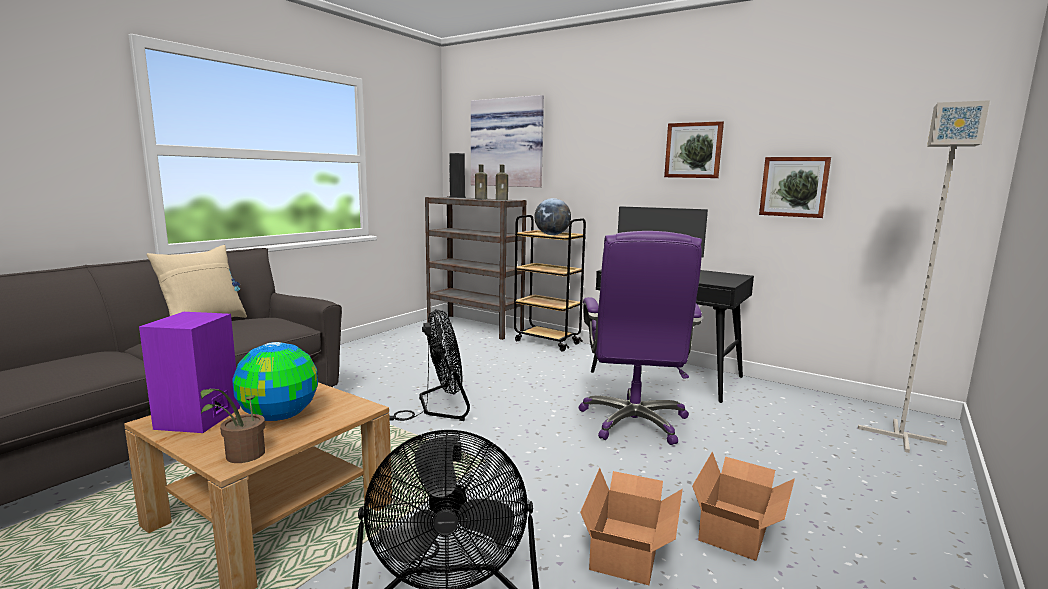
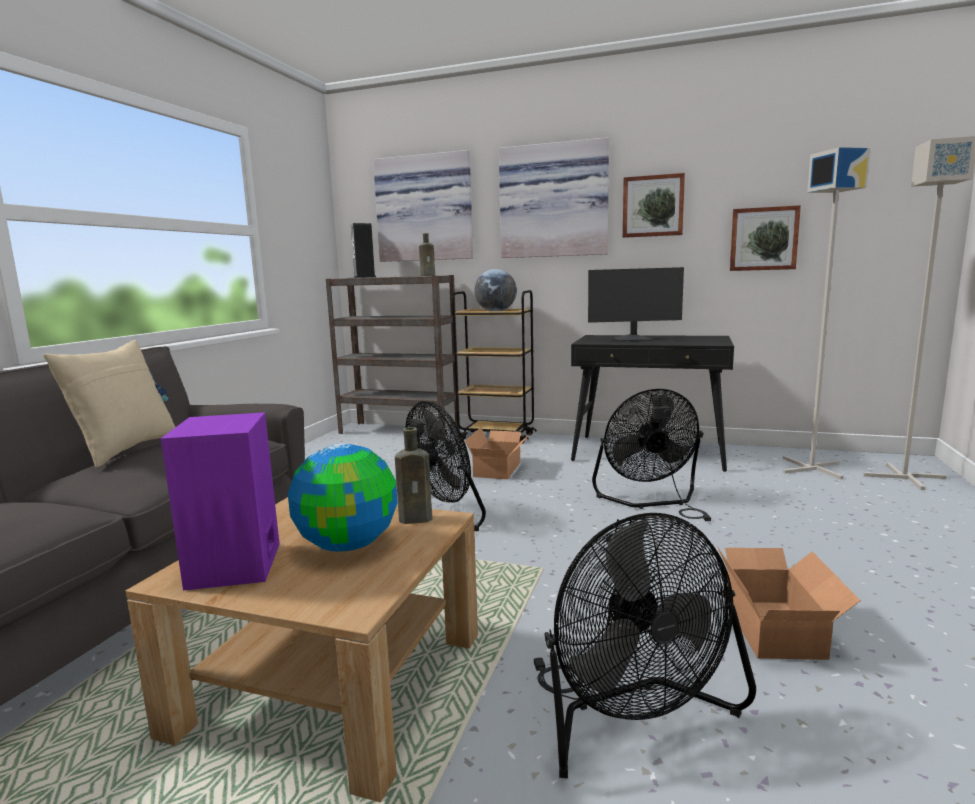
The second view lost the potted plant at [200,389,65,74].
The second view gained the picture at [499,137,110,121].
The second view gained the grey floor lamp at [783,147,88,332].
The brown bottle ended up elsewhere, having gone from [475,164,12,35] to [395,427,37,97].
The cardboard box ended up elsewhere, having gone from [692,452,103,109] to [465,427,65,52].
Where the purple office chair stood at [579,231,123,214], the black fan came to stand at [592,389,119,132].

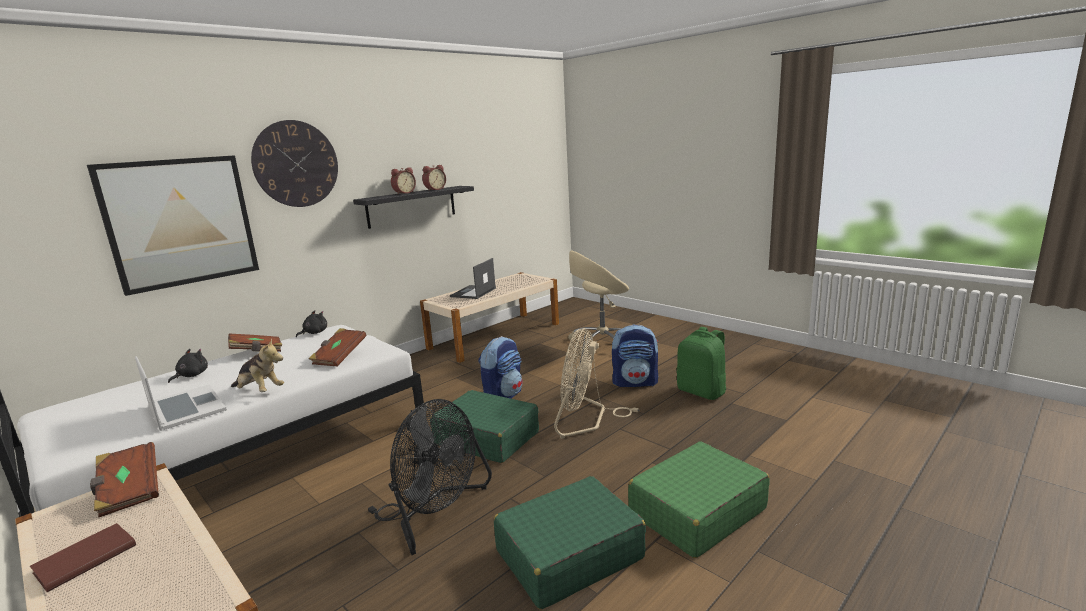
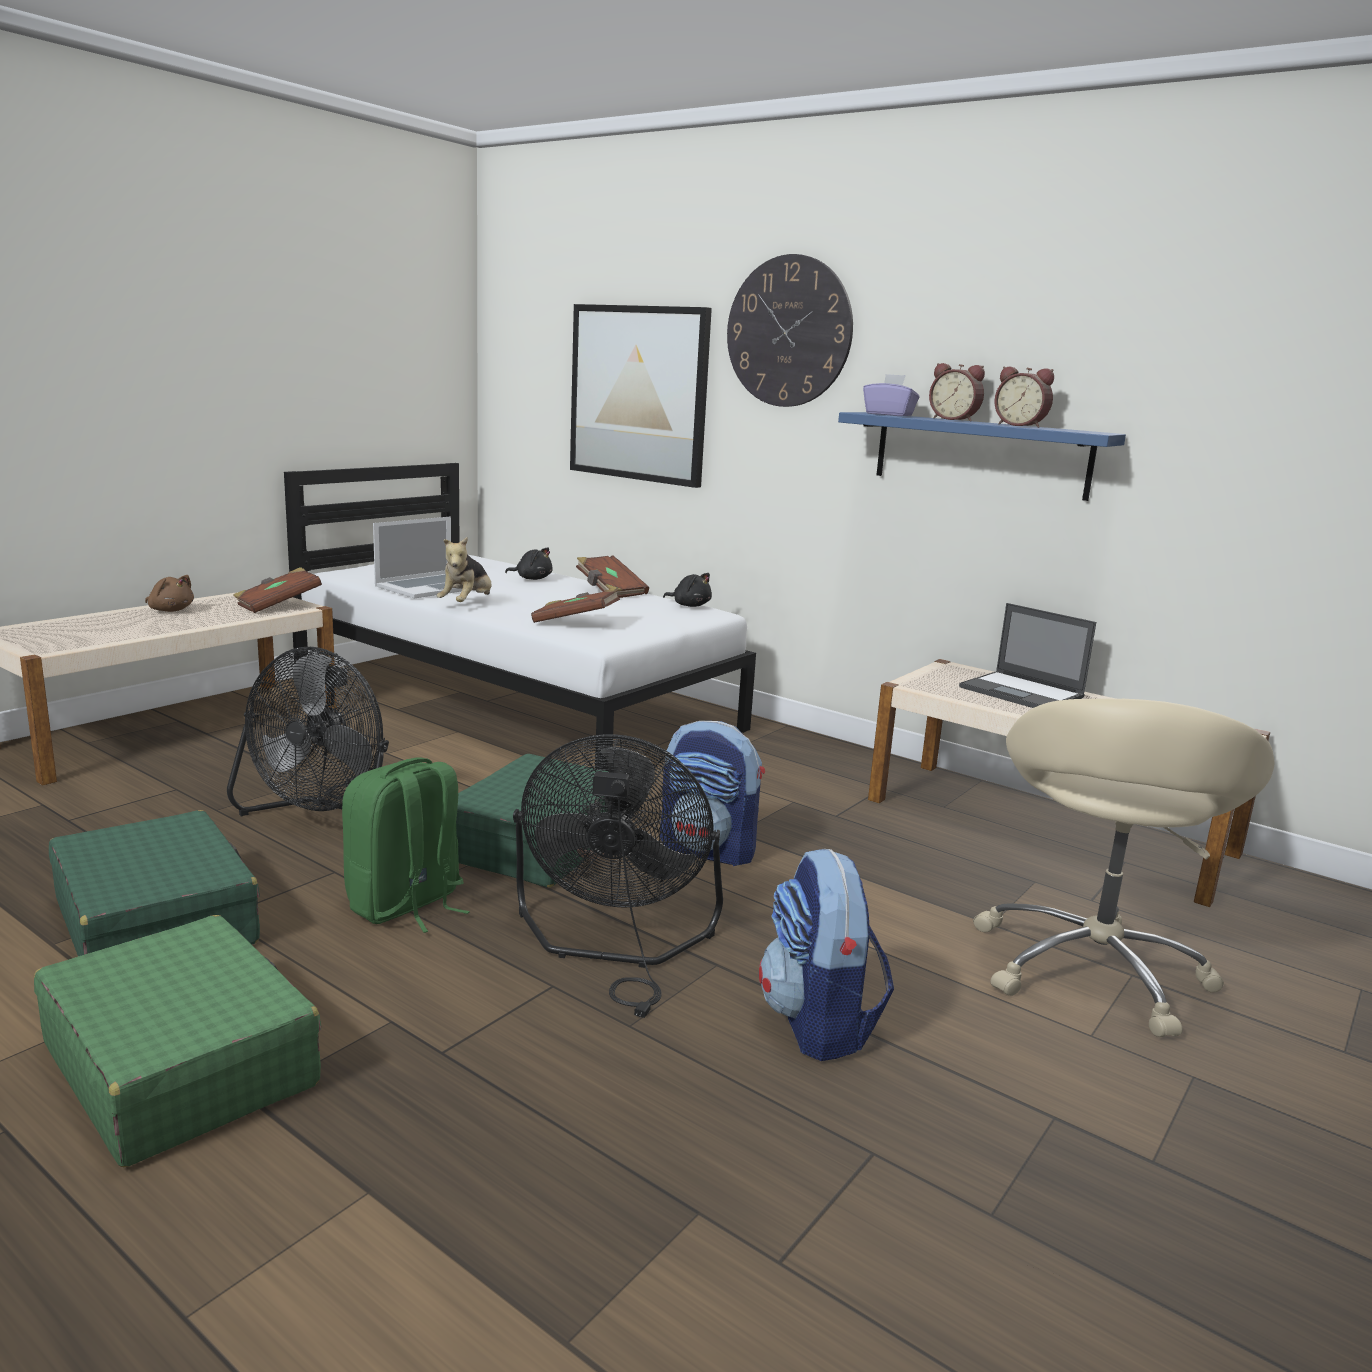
The second view gained the purple tissue box at [863,374,57,42].
The green backpack ended up elsewhere, having gone from [676,327,50,73] to [342,758,128,175].
Where the brown book stood at [30,523,106,69], the brown plush toy came to stand at [145,575,49,37].
What was the black shelf at [353,186,121,43] turned into the blue shelf at [838,412,288,89].
What was the beige fan at [554,328,86,111] turned into the black fan at [513,734,210,284].
The laptop at [450,258,46,41] ended up facing another way, 150 degrees counterclockwise from before.
The beige office chair at [568,251,61,103] ended up facing another way, 135 degrees counterclockwise from before.

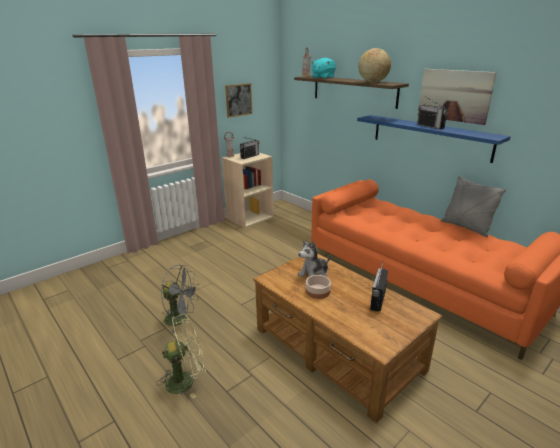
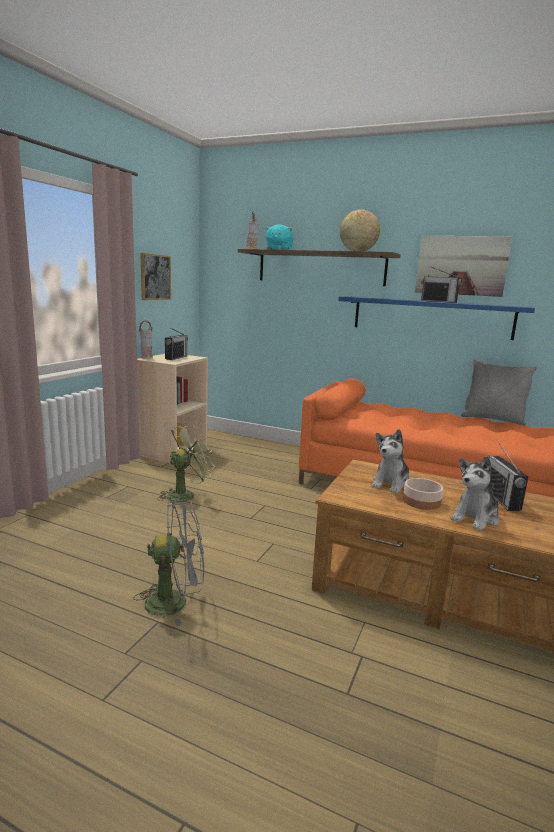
The second view gained the plush toy at [451,456,48,75].
The green fan ended up elsewhere, having gone from [156,314,50,85] to [157,424,58,78].

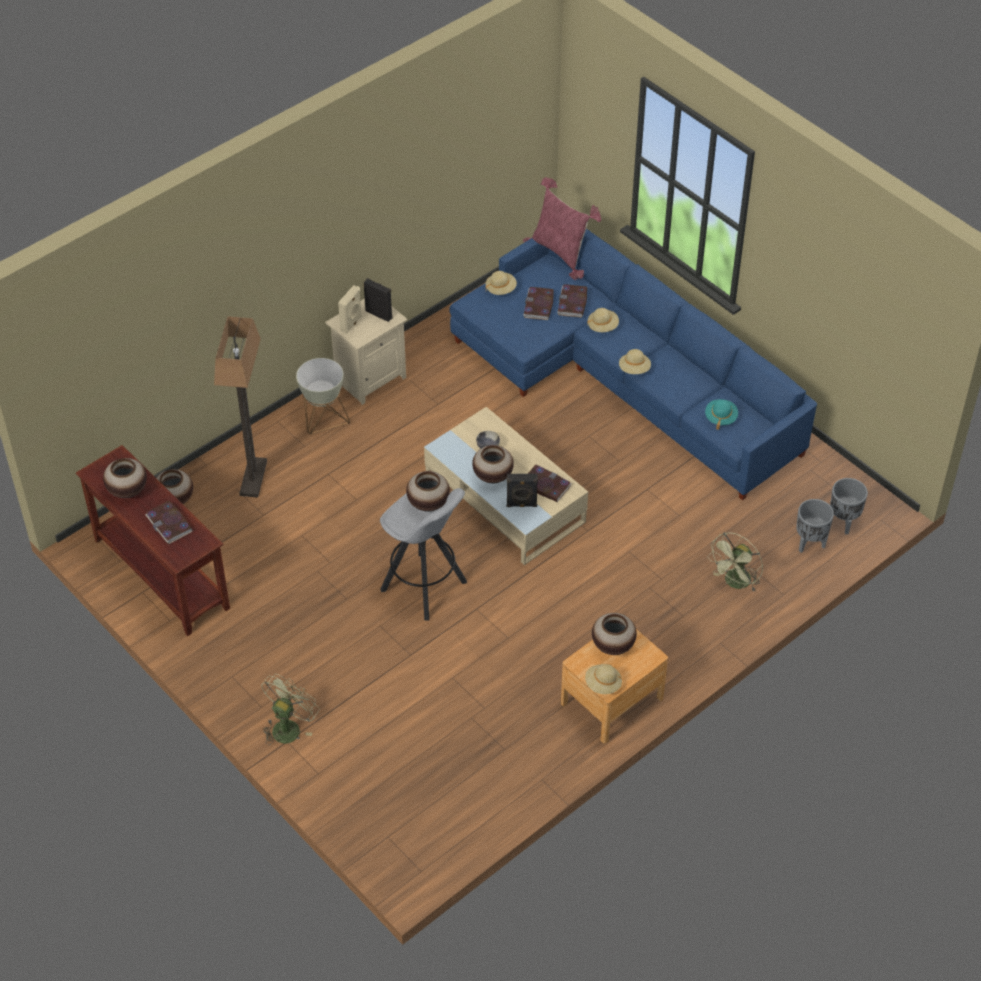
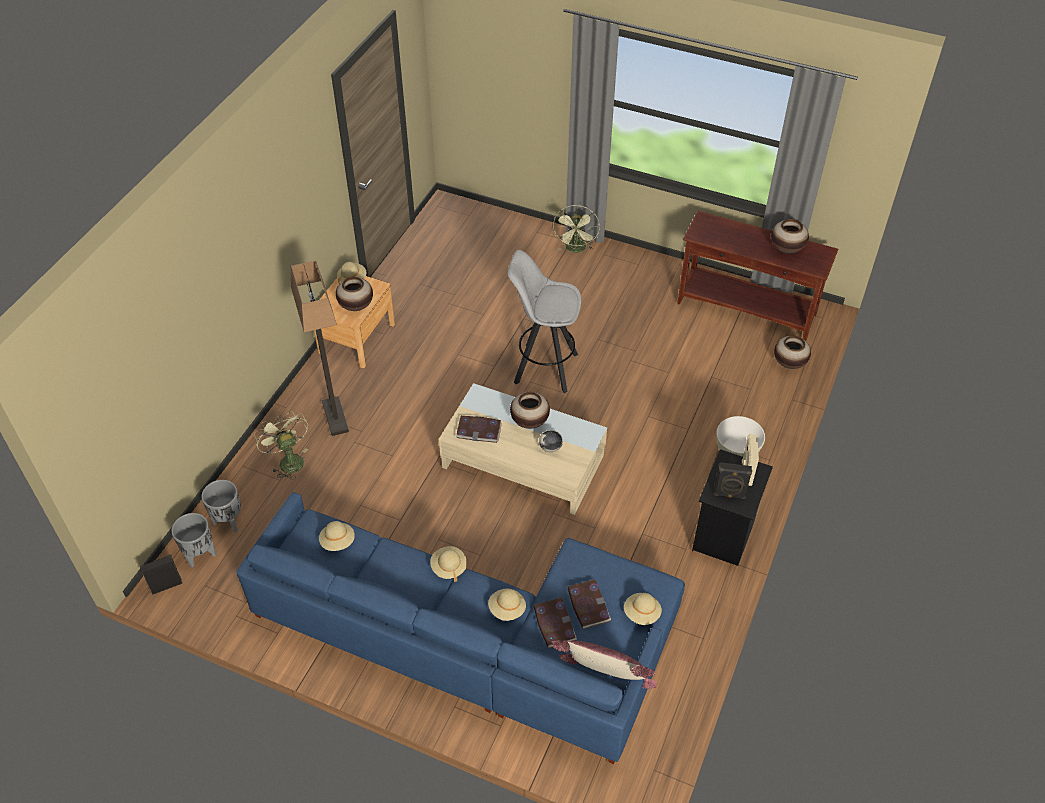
The second view lost the book at [145,500,48,44].
The second view lost the vase at [406,471,44,40].
The floor lamp ended up elsewhere, having gone from [214,316,53,182] to [291,260,58,176].
The black speaker ended up elsewhere, having gone from [507,474,31,33] to [140,555,42,39].
What was the beige nightstand at [325,299,82,106] turned into the black nightstand at [692,449,81,117].
What was the turquoise hat at [705,399,33,31] turned into the beige hat at [319,521,36,30].
The green fan at [707,532,56,60] ended up facing another way, 45 degrees counterclockwise from before.

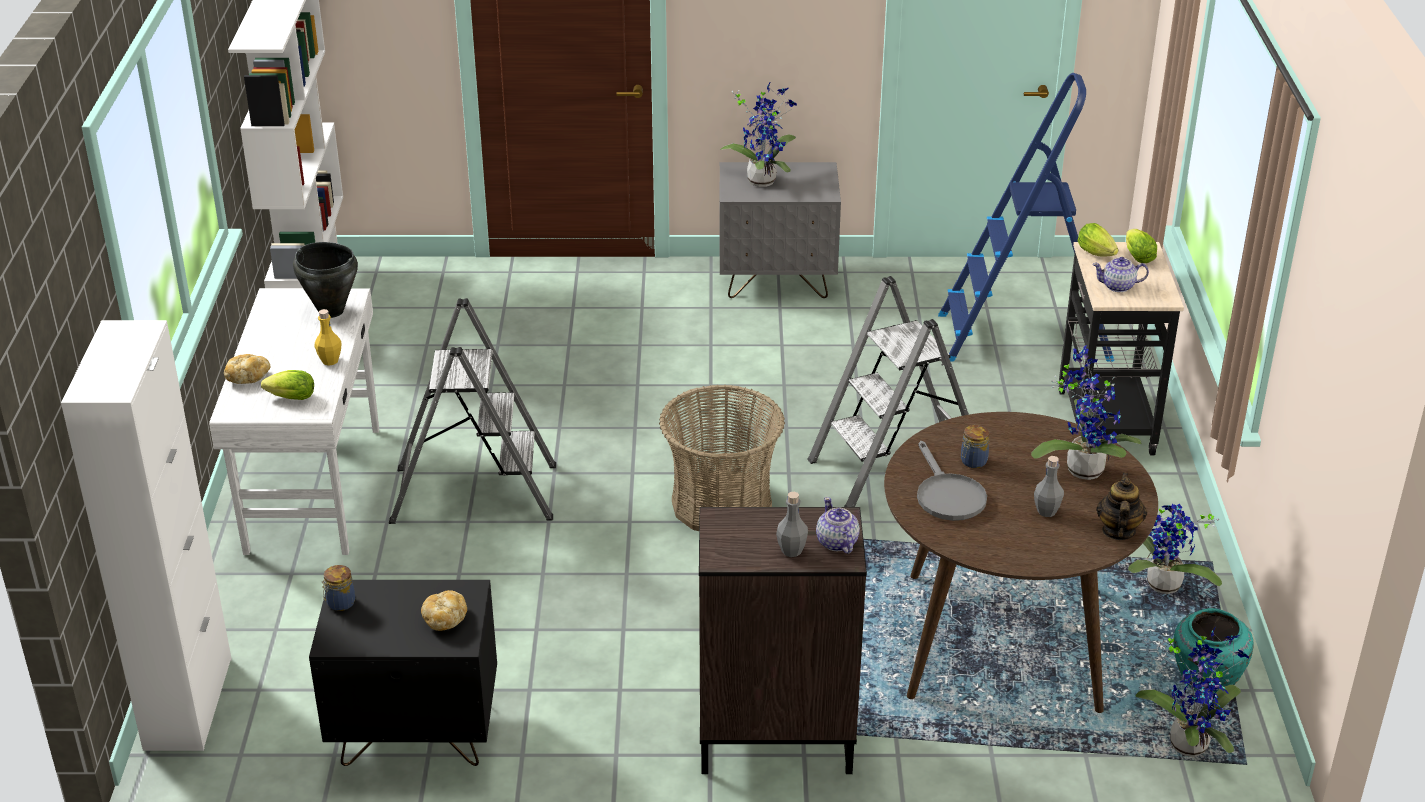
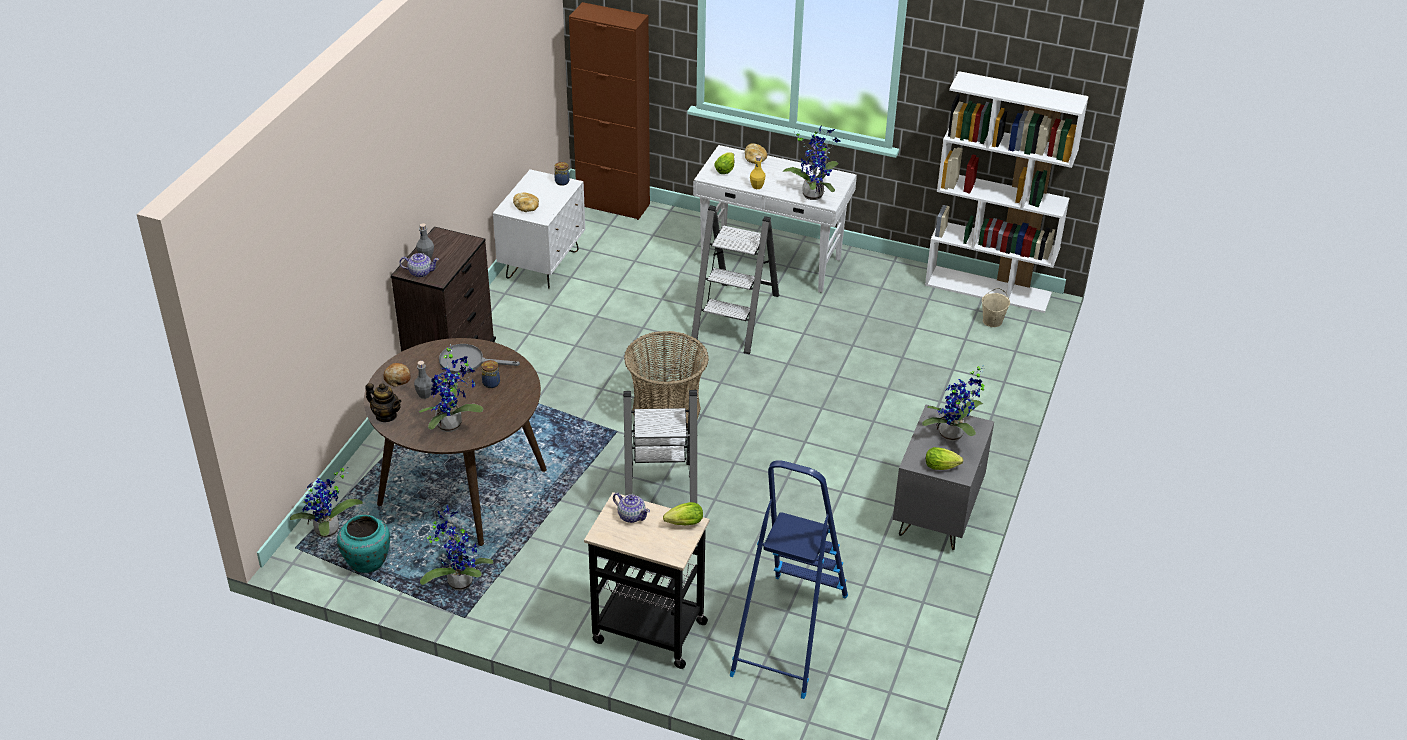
The second view gained the bread at [384,363,27,24].
The second view gained the beige bucket at [982,288,28,39].
The lettuce ended up elsewhere, having gone from [1126,229,31,34] to [926,447,37,23].
Where the black cooking pot stood at [293,242,65,76], the potted plant came to stand at [783,125,58,75].
What was the white cabinet at [61,320,171,431] turned into the brown cabinet at [569,2,81,218].
What was the black nightstand at [309,580,188,186] turned into the white nightstand at [493,169,92,119].
The teapot at [1092,257,57,35] ended up facing another way, 105 degrees clockwise from before.

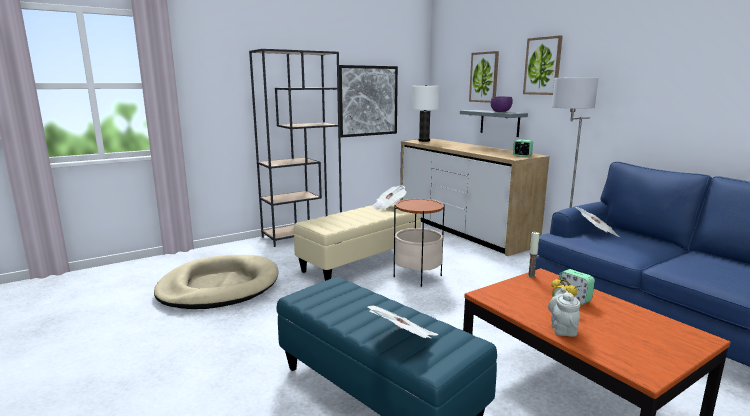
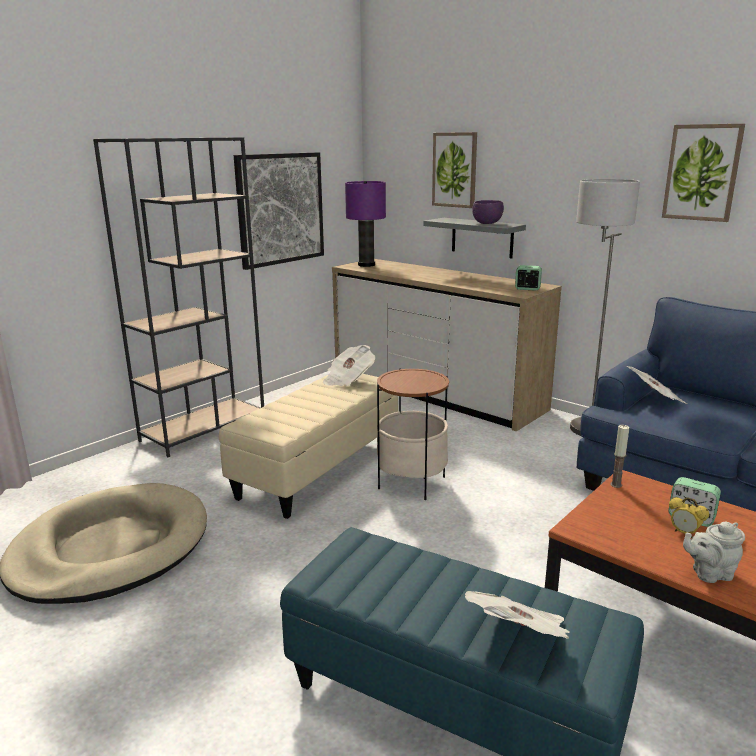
The picture ended up elsewhere, having gone from [523,35,40,60] to [662,124,83,98].
What was the white table lamp at [412,85,27,57] turned into the purple table lamp at [345,181,41,86].
The grey teapot at [548,287,32,50] ended up facing another way, 90 degrees counterclockwise from before.

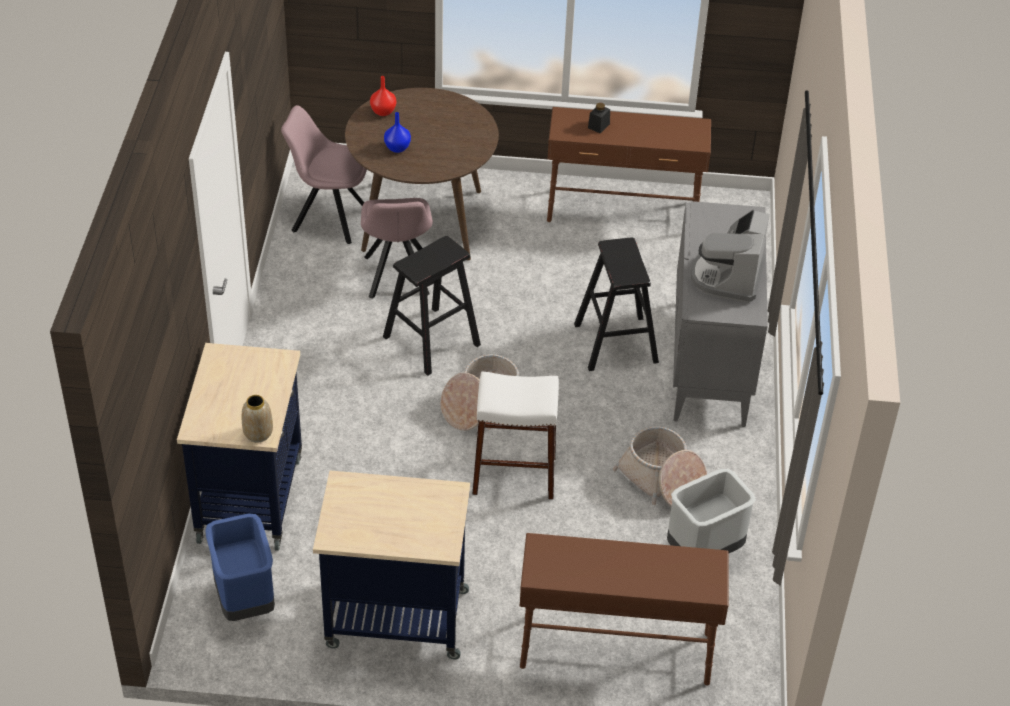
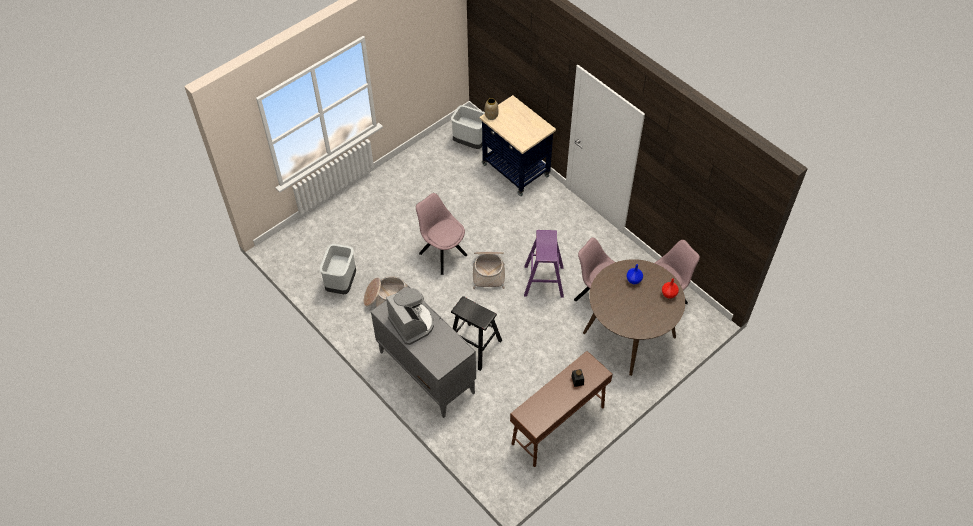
The second view lost the blue cart at [313,470,157,189].
The second view lost the brown console table at [520,533,209,152].
Where the white stool stood at [472,371,87,129], the pink chair came to stand at [416,193,51,82].
What was the blue trash can at [205,513,70,108] turned into the grey trash can at [451,105,34,44].
What was the black stool at [383,236,98,140] turned into the purple stool at [524,230,40,68].

